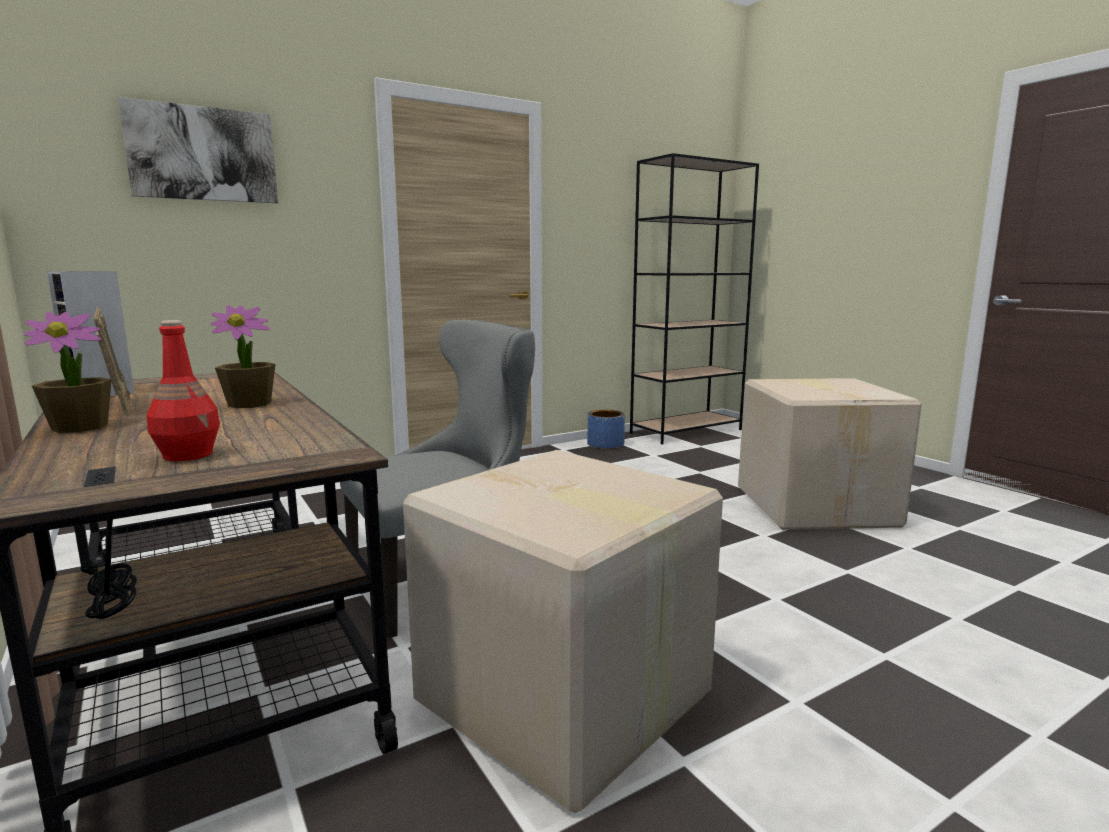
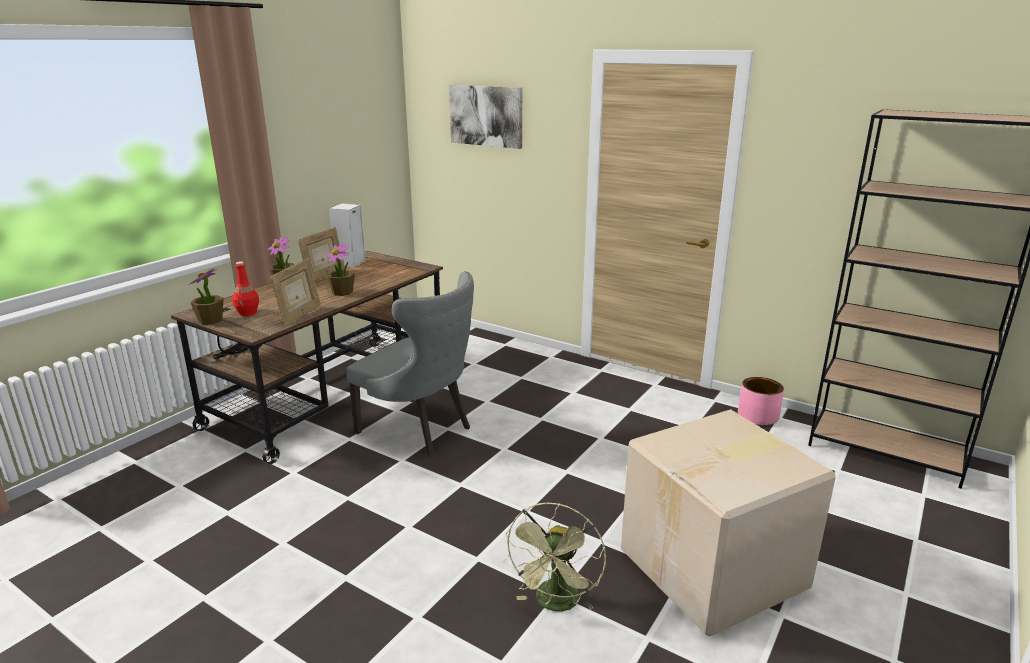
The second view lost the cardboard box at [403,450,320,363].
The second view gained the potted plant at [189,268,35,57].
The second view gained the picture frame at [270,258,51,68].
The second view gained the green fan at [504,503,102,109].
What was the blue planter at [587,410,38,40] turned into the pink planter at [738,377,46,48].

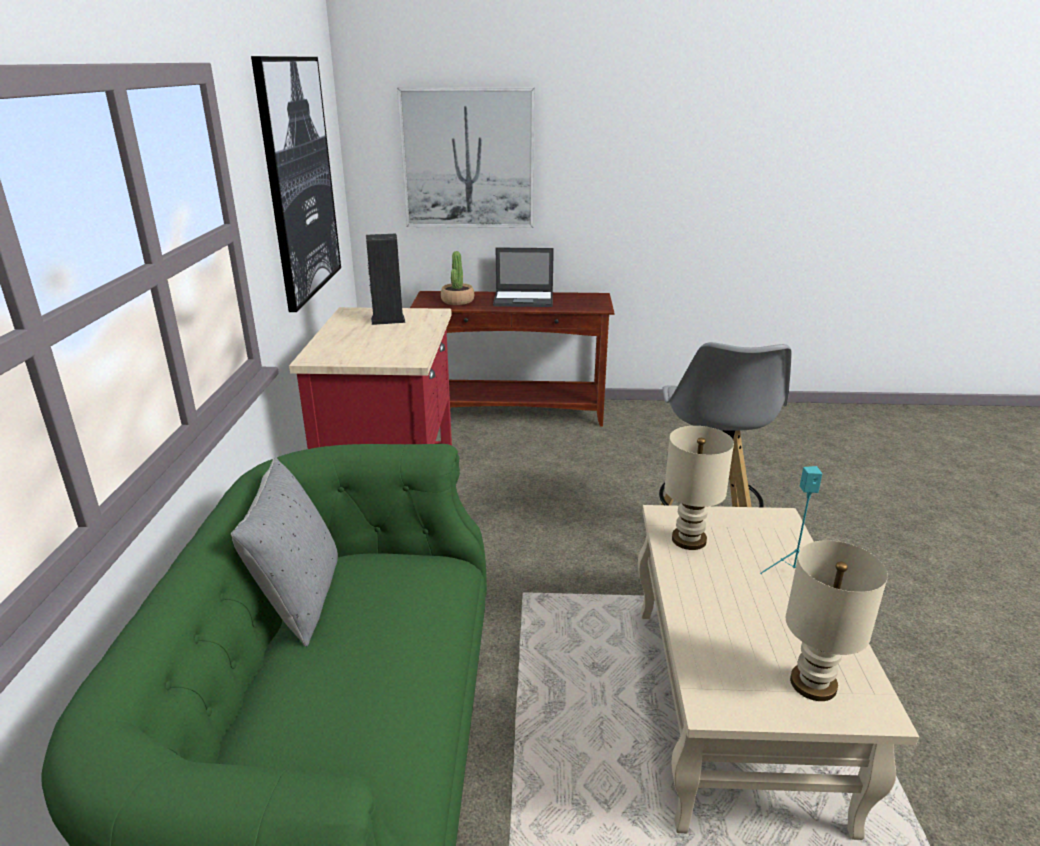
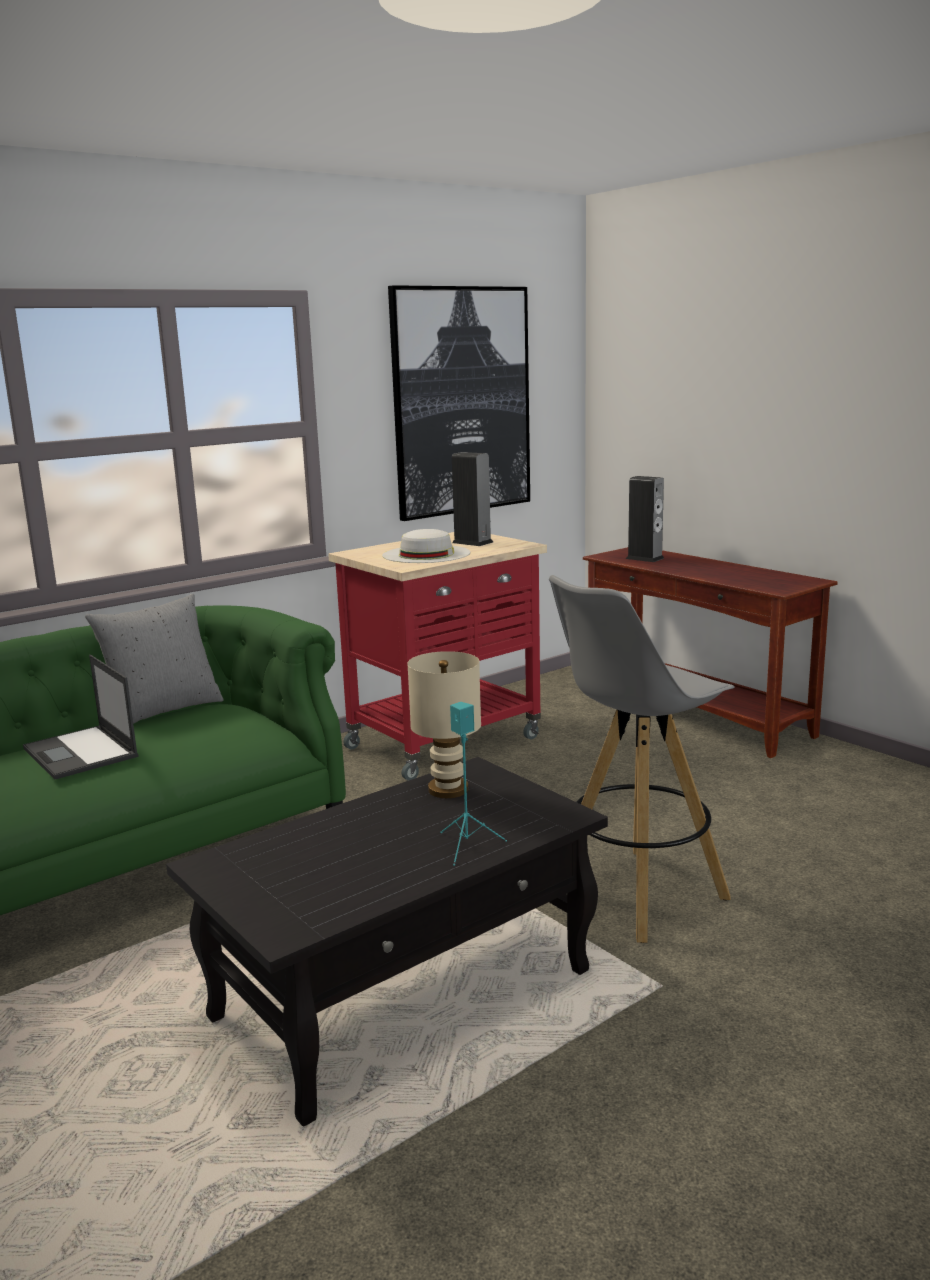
The second view lost the picture at [397,87,138,141].
The second view lost the beige table lamp at [786,540,102,161].
The second view gained the white hat at [382,529,88,34].
The laptop ended up elsewhere, having gone from [493,248,61,59] to [23,655,115,125].
Where the potted plant stood at [441,251,33,54], the speaker came to stand at [626,476,38,86].
What was the beige coffee table at [638,505,281,335] turned into the black coffee table at [166,757,442,370].

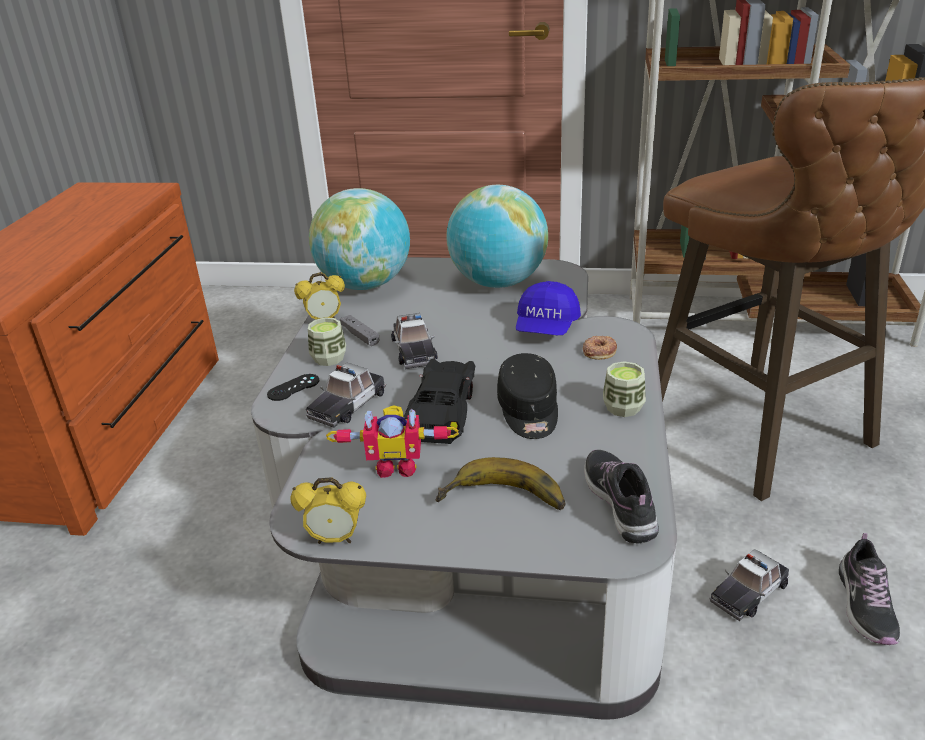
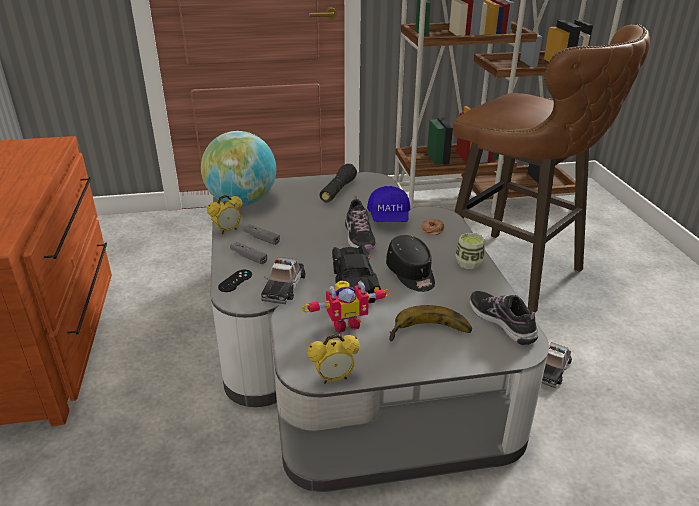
The second view lost the toy car at [391,313,47,56].
The shoe ended up elsewhere, having gone from [839,533,61,112] to [345,196,31,54].
Where the cup stood at [308,317,38,49], the grey game controller came to stand at [230,242,37,22].
Where the globe stood at [446,185,102,103], the black flashlight came to stand at [320,164,37,38].

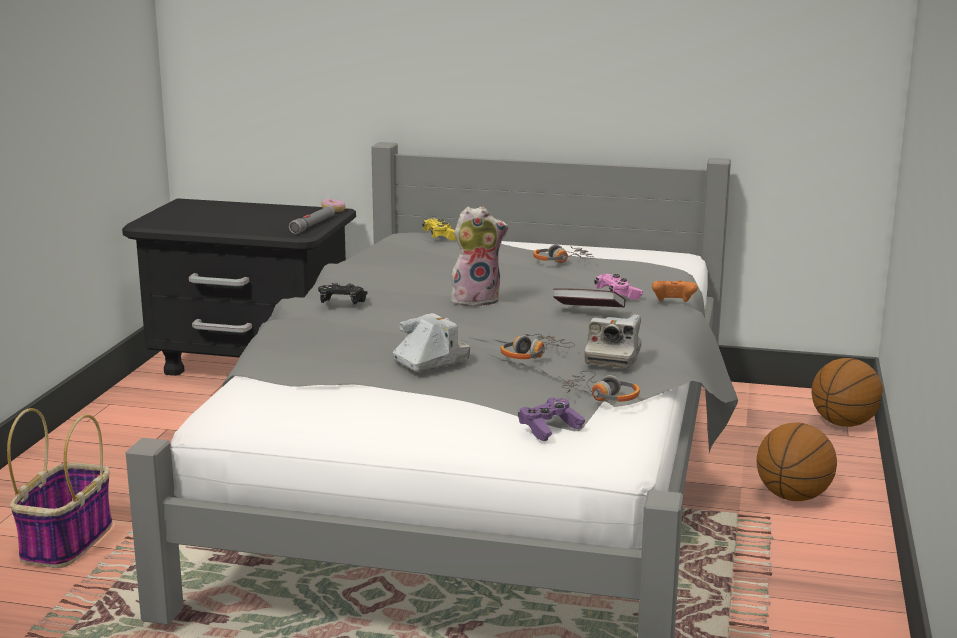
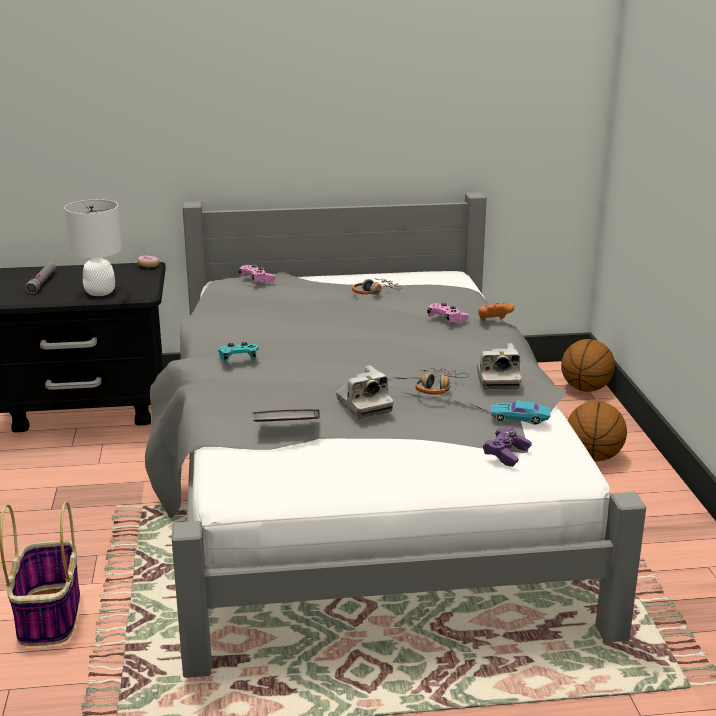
The second view lost the plush toy at [451,206,58,101].
The second view gained the white table lamp at [64,199,58,97].
The grey flashlight ended up elsewhere, having gone from [289,206,46,28] to [25,262,31,32].
The book ended up elsewhere, having gone from [553,288,73,19] to [253,409,67,13].
Where the headphones stood at [562,371,78,31], the turquoise toy car came to stand at [491,401,60,23].
What was the black game controller at [318,283,50,21] turned into the turquoise game controller at [218,342,41,21].
What was the yellow game controller at [422,218,34,23] turned into the pink game controller at [238,265,38,18].
The photo camera at [393,313,77,59] ended up facing another way, 120 degrees clockwise from before.

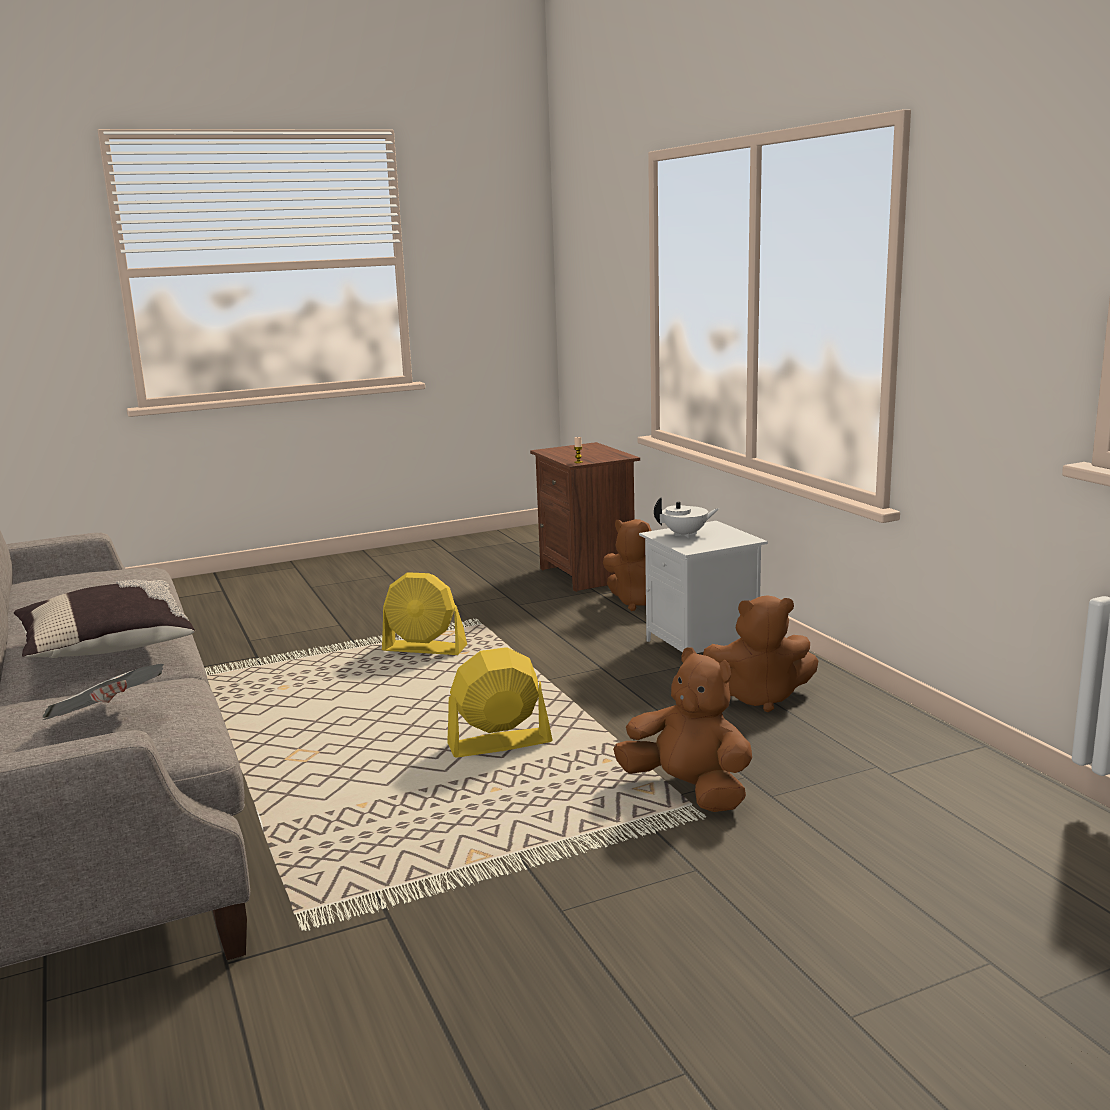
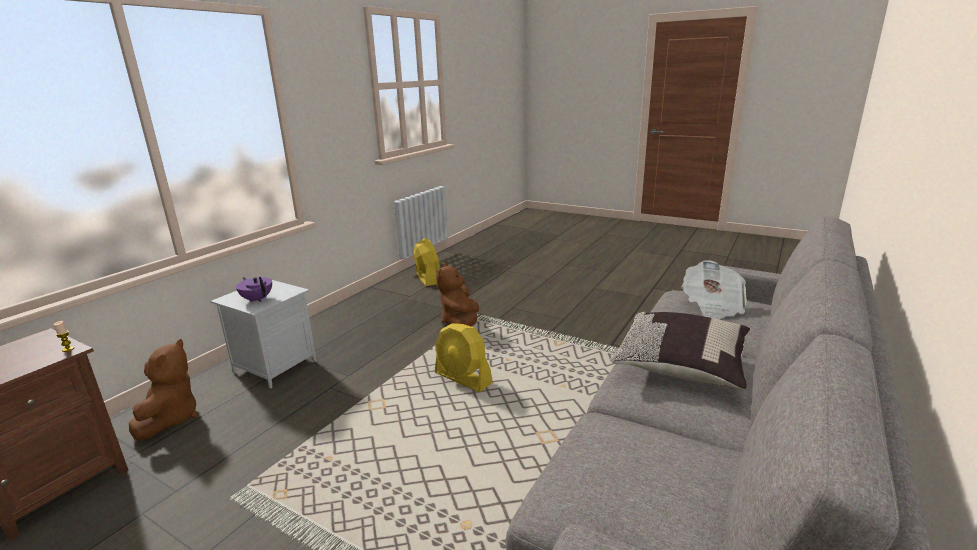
The second view lost the brown plush toy at [703,595,115,117].
The yellow fan ended up elsewhere, having gone from [382,572,85,83] to [413,238,27,48].
What was the white teapot at [654,498,65,40] turned into the purple teapot at [236,277,36,25].

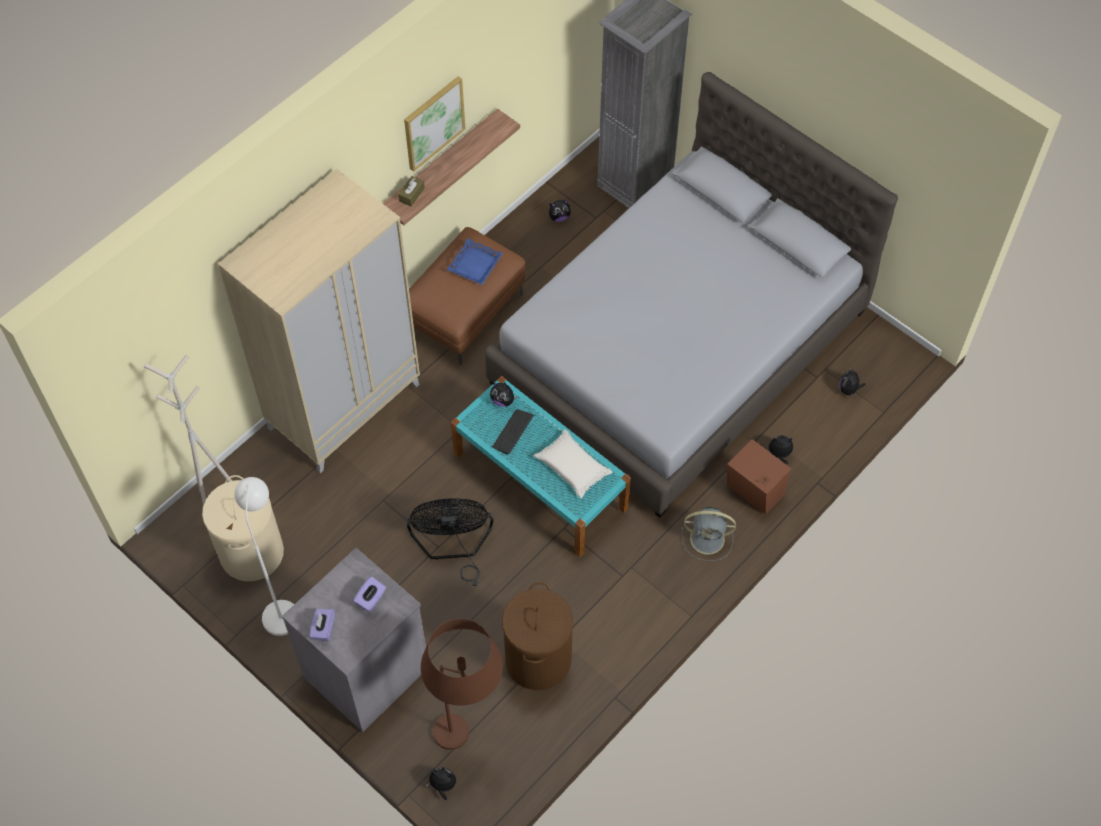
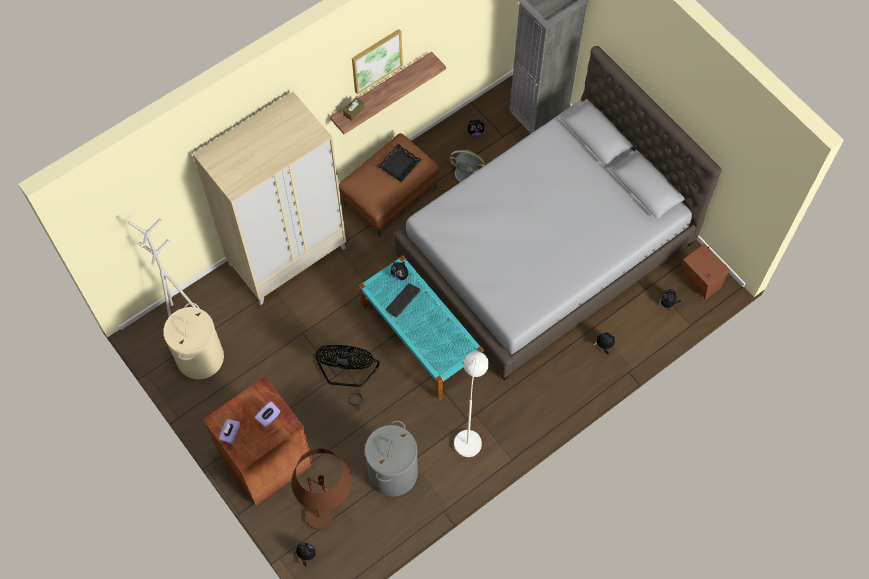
The second view lost the white pillow at [533,429,79,69].
The white floor lamp ended up elsewhere, having gone from [234,477,60,159] to [454,351,35,106].
The grey fan ended up elsewhere, having gone from [681,507,55,54] to [449,150,36,35].
The brown speaker ended up elsewhere, having gone from [727,439,64,76] to [680,244,49,56].
What was the grey dresser at [282,548,144,184] turned into the brown dresser at [203,376,109,129].
What was the blue tray at [447,238,56,47] turned into the black tray at [377,144,45,39].
What was the brown laundry basket at [502,582,71,108] turned into the grey laundry basket at [364,421,54,76].

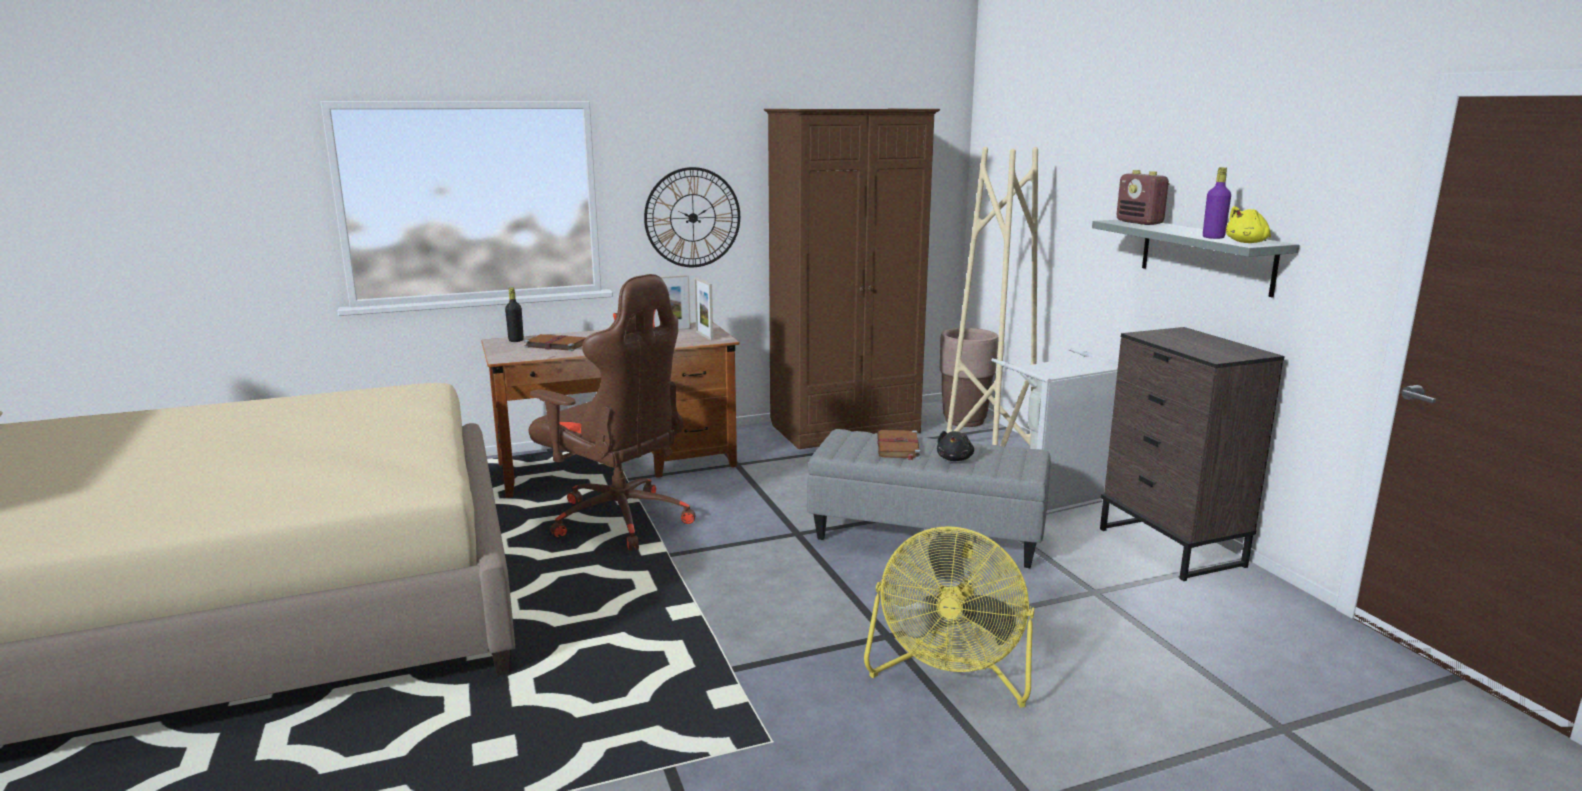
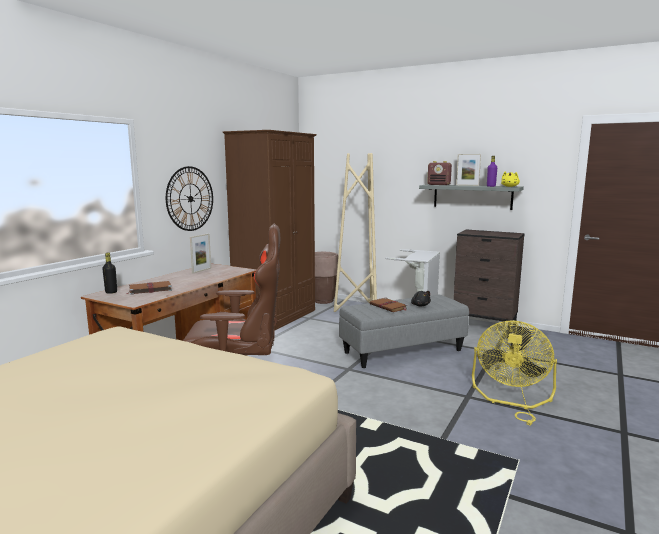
The picture frame ended up elsewhere, having gone from [694,277,19,64] to [456,154,25,32].
The yellow fan at [864,527,170,181] ended up facing another way, 135 degrees counterclockwise from before.

